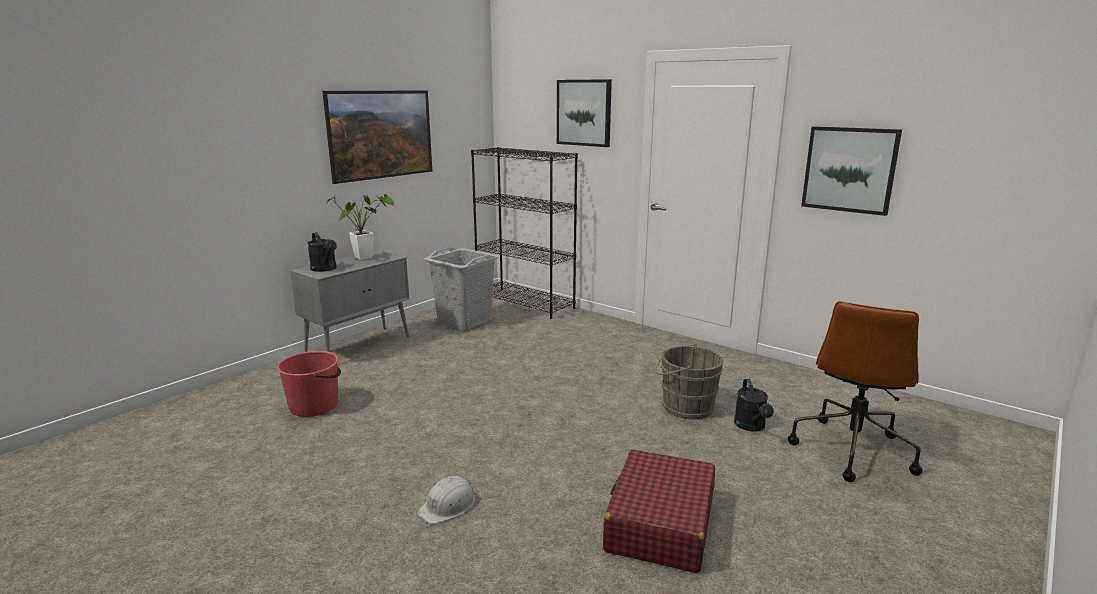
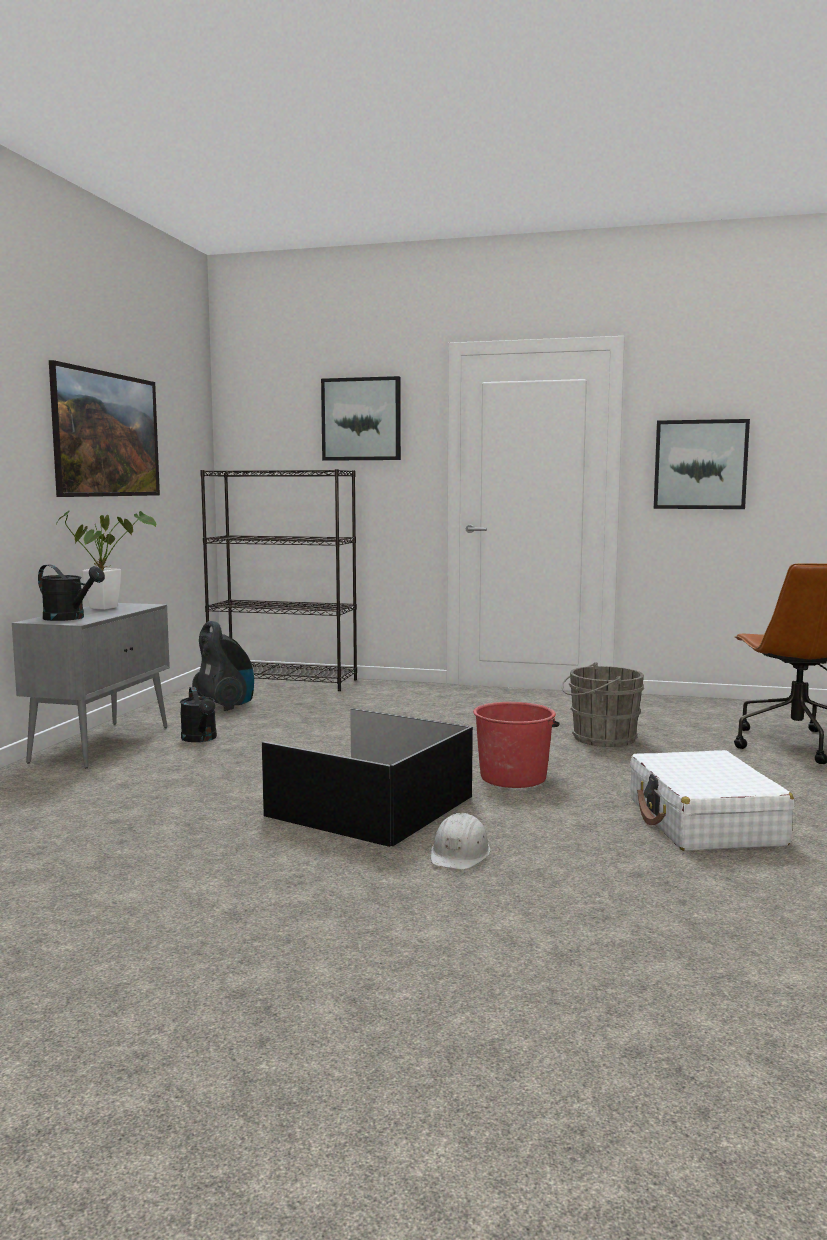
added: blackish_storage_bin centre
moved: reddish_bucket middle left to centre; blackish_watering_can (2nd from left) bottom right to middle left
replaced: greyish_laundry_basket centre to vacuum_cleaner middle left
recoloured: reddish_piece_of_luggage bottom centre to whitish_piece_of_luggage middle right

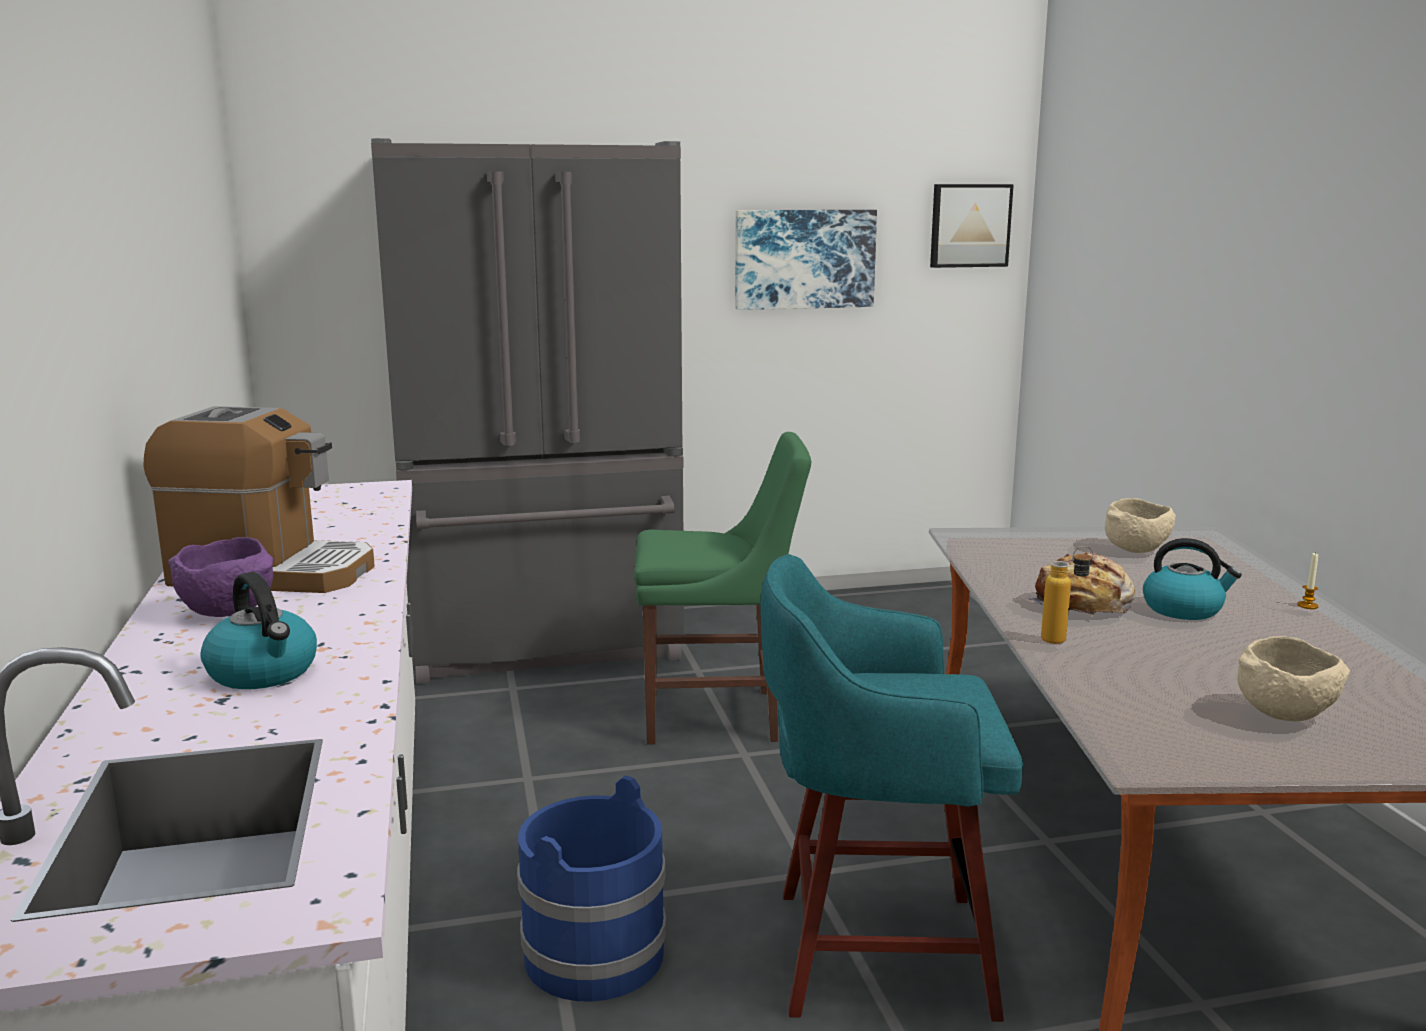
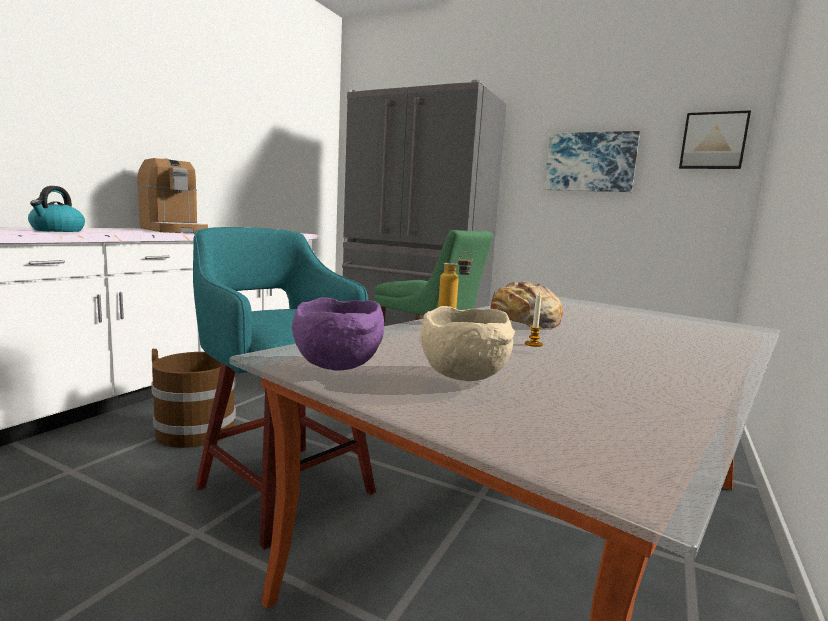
removed: beige-coloured_bowl (1st from left) middle right; water_kettle (2nd from left) middle right
moved: purple_bowl middle left to centre; candle middle right to centre
recoloured: blue_bucket bottom centre to brown_bucket middle left

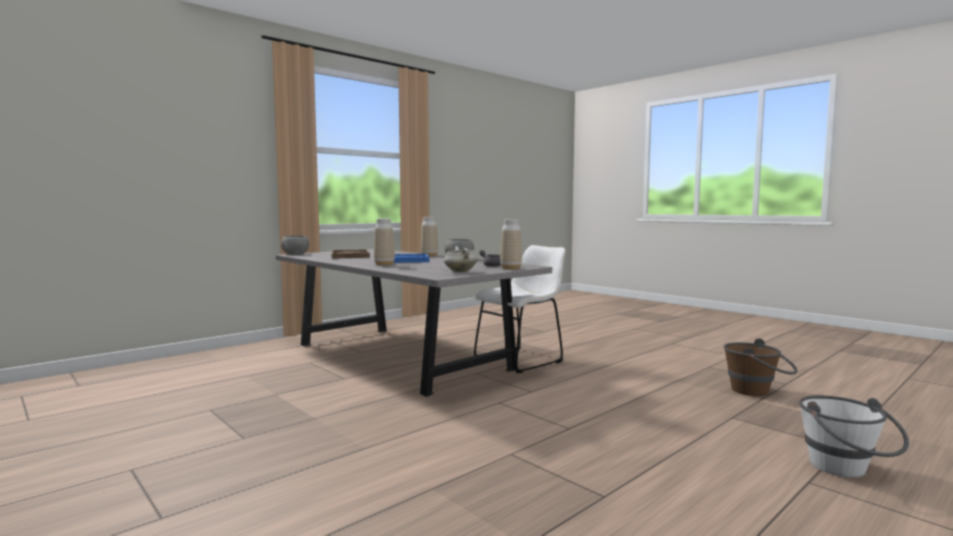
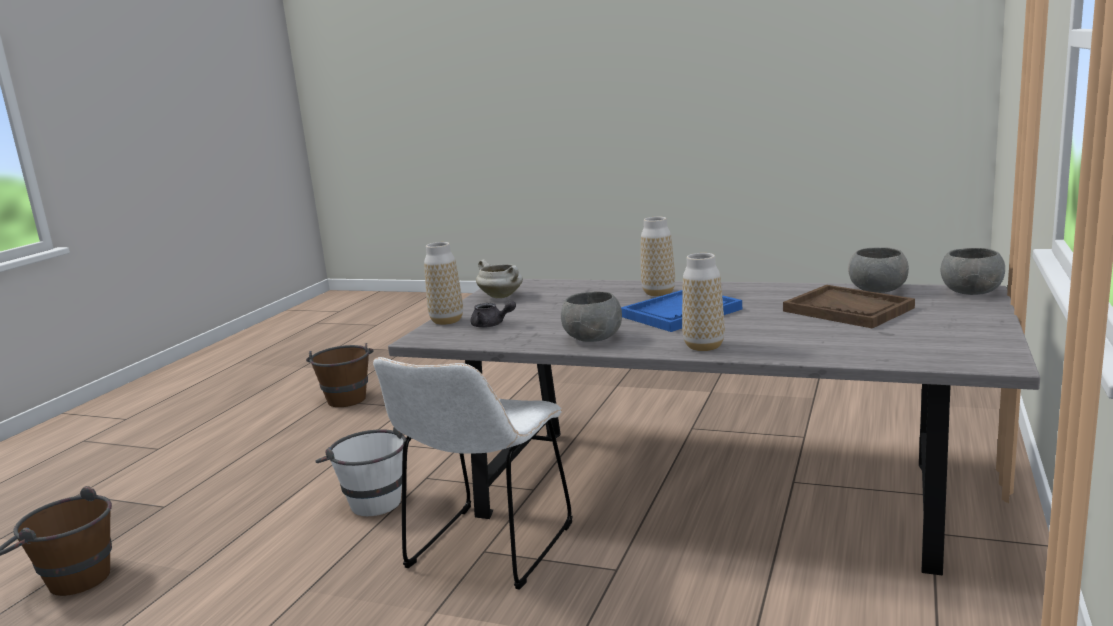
added: brown_bucket (2nd from left) middle left; greyish_bowl (2nd from left) middle right
moved: whitish_bucket bottom right to bottom left

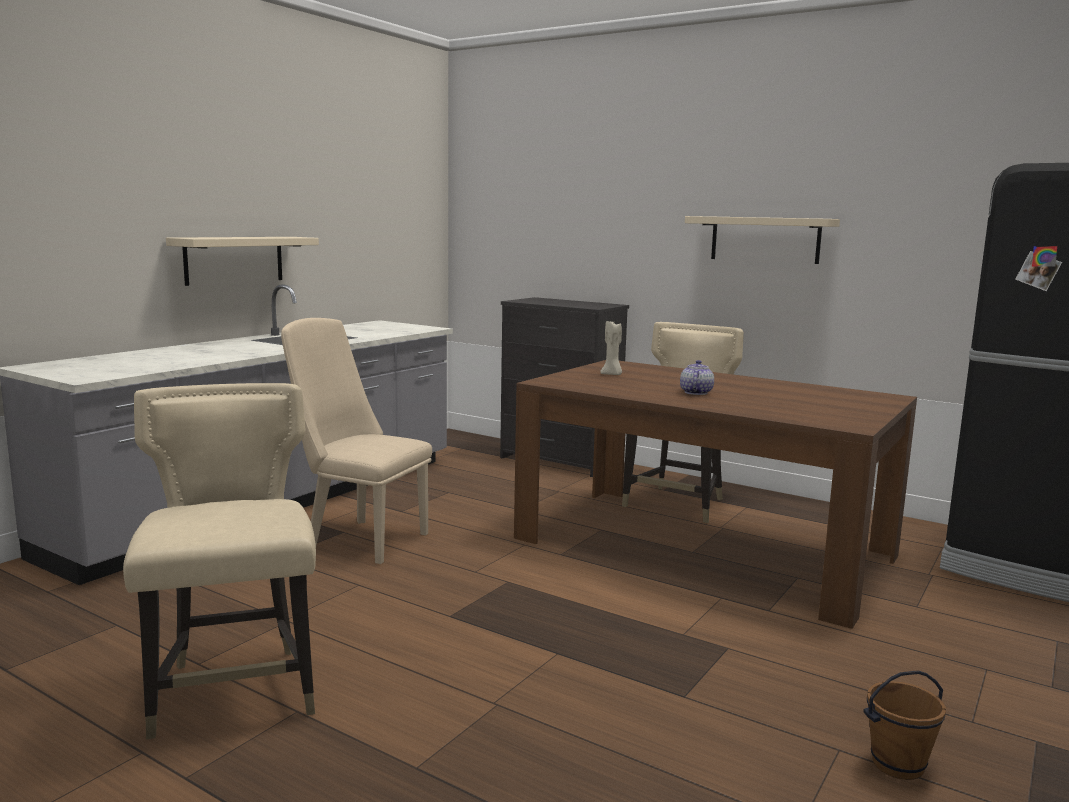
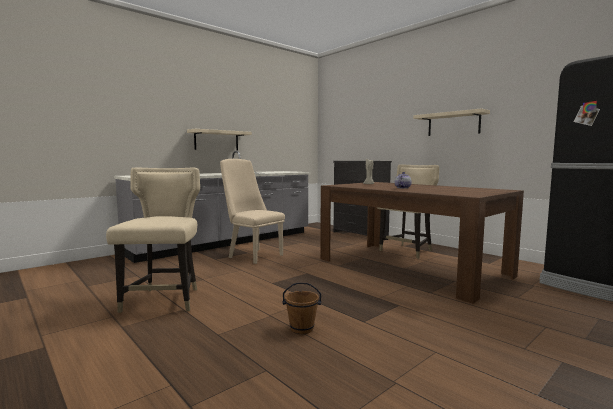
moved: brown_bucket bottom right to bottom centre

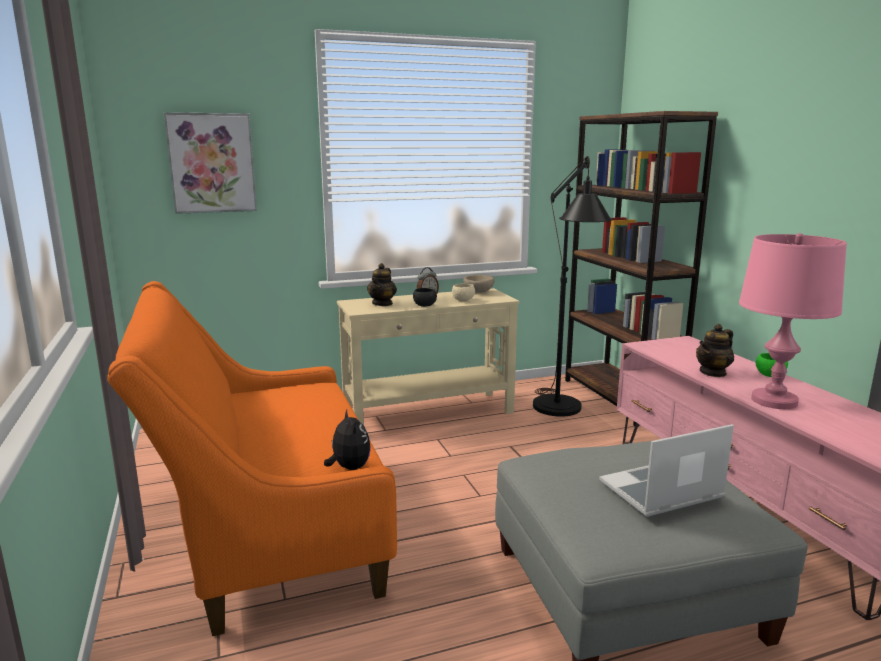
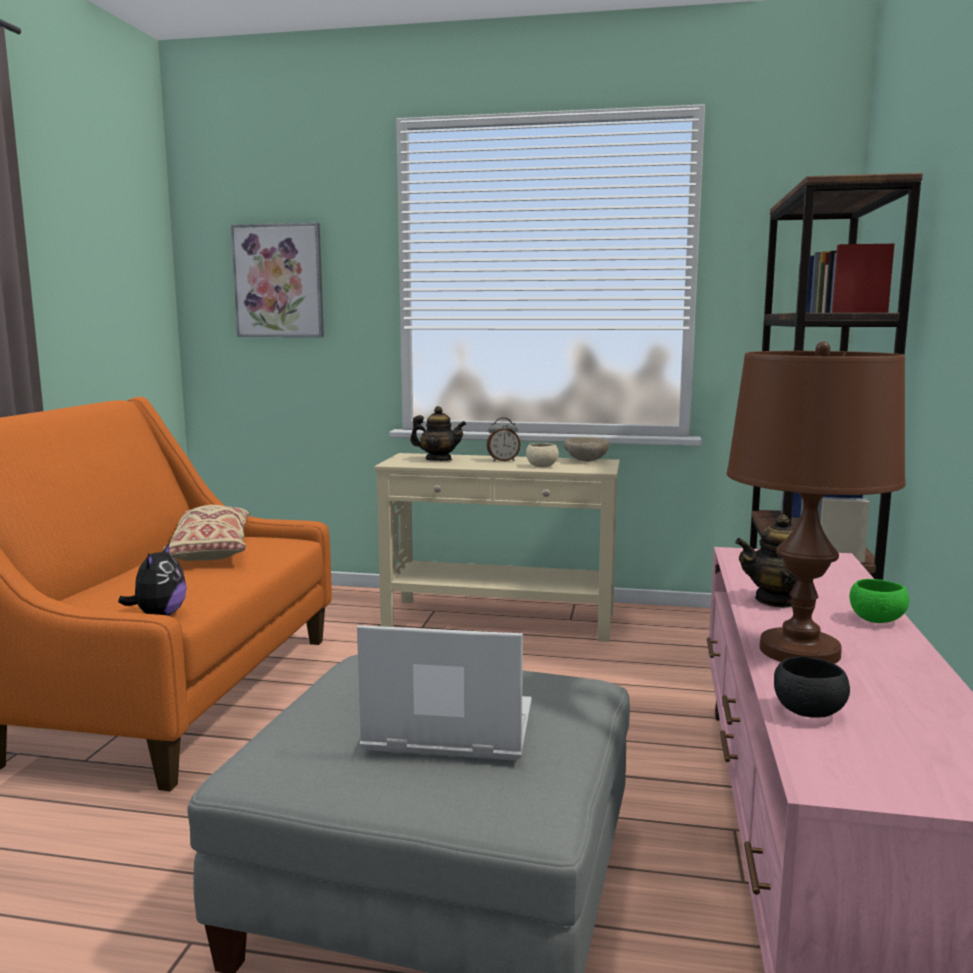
removed: blackish_floor_lamp centre
added: beige-coloured_throw_pillow middle left
moved: blackish_bowl centre to bottom right
recoloured: pinkish_tabletop_lamp middle right to brown_tabletop_lamp middle right
turned: pot_for_tea (1st from left) centre = centre 120 degrees counterclockwise

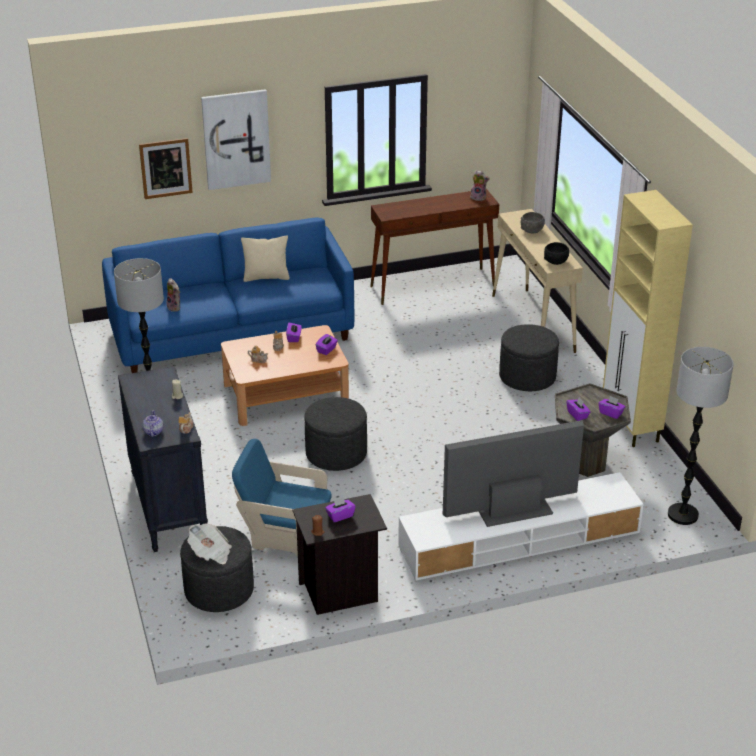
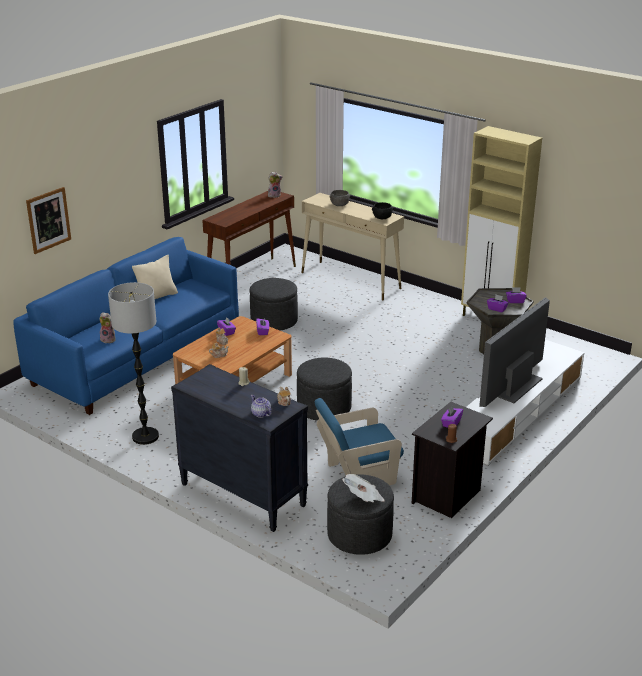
removed: wall_picture (2nd from left) top left; floor_lamp (2nd from left) middle right
moved: greyish_pouffe (3rd from left in the first image) middle right to greyish_pouffe (1st from left) centre

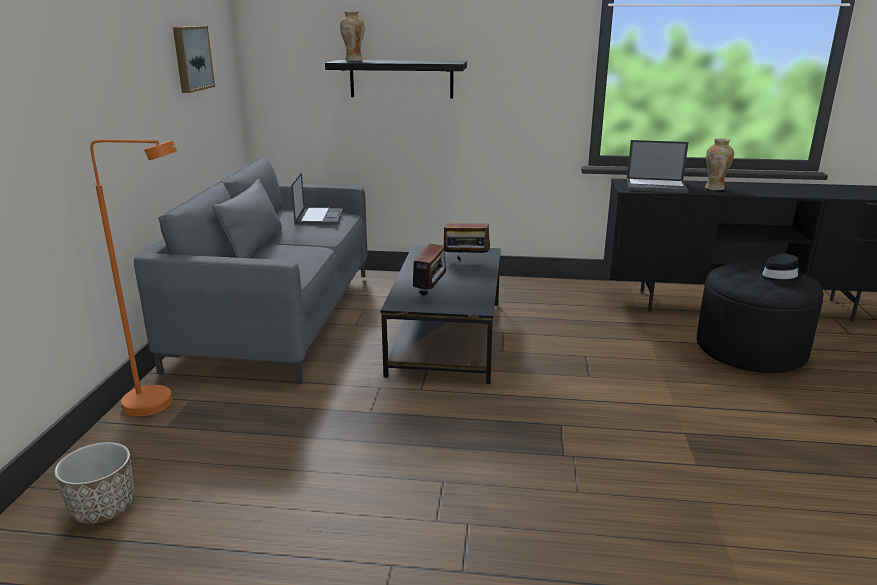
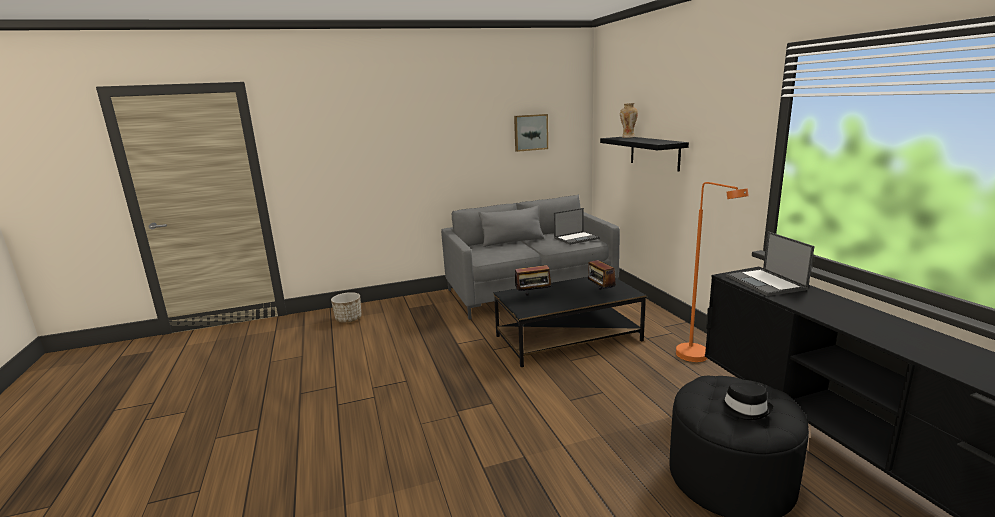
removed: flower_vase (2nd from left) top right
moved: orange_floor_lamp middle left to middle right

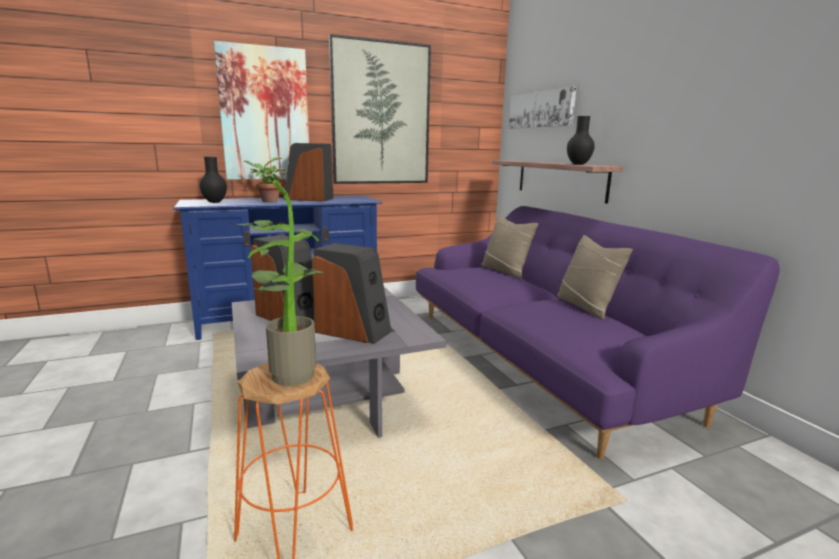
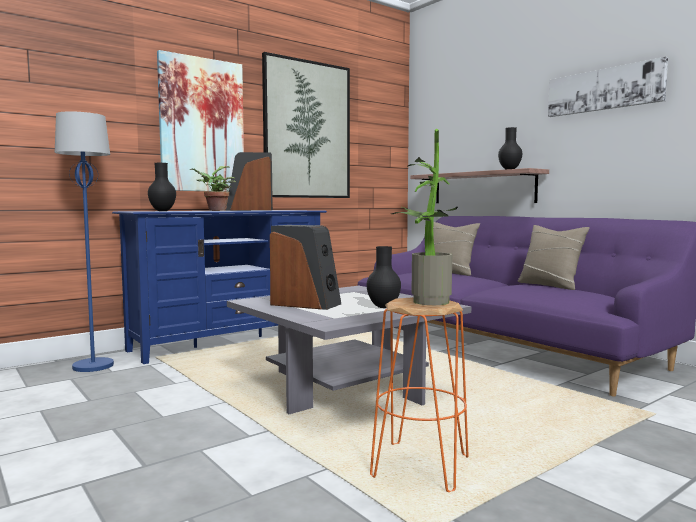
added: blue_floor_lamp middle left
moved: wall_picture (3rd from left) top centre to top right
replaced: audio_speaker (3rd from left) centre to blackish_flower_vase (2nd from left) centre

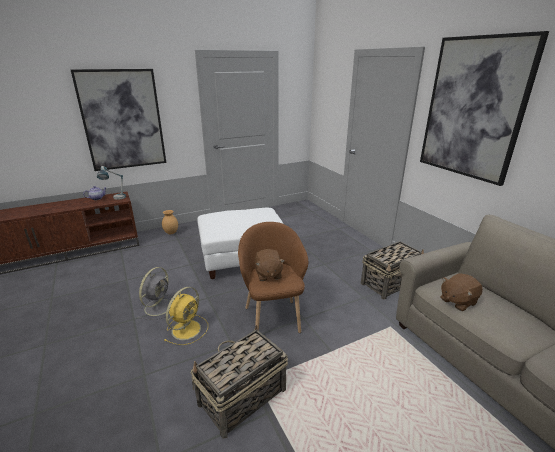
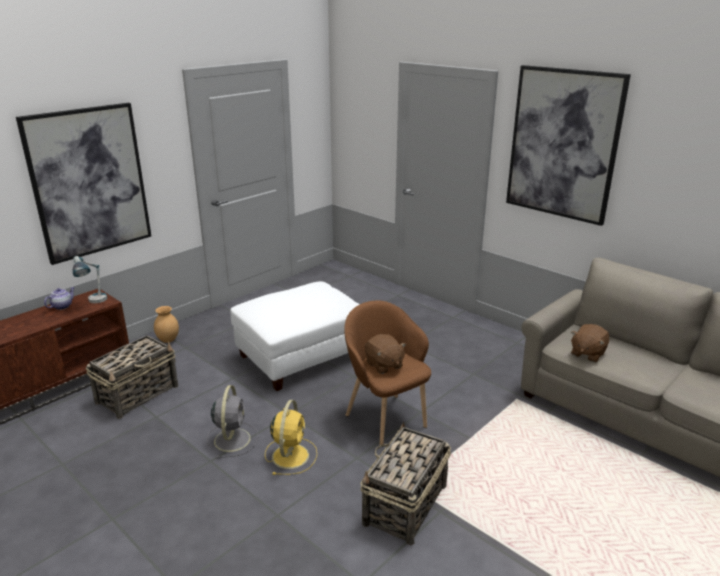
moved: storage_basket (2nd from left in the first image) middle right to storage_basket (1st from left) middle left

